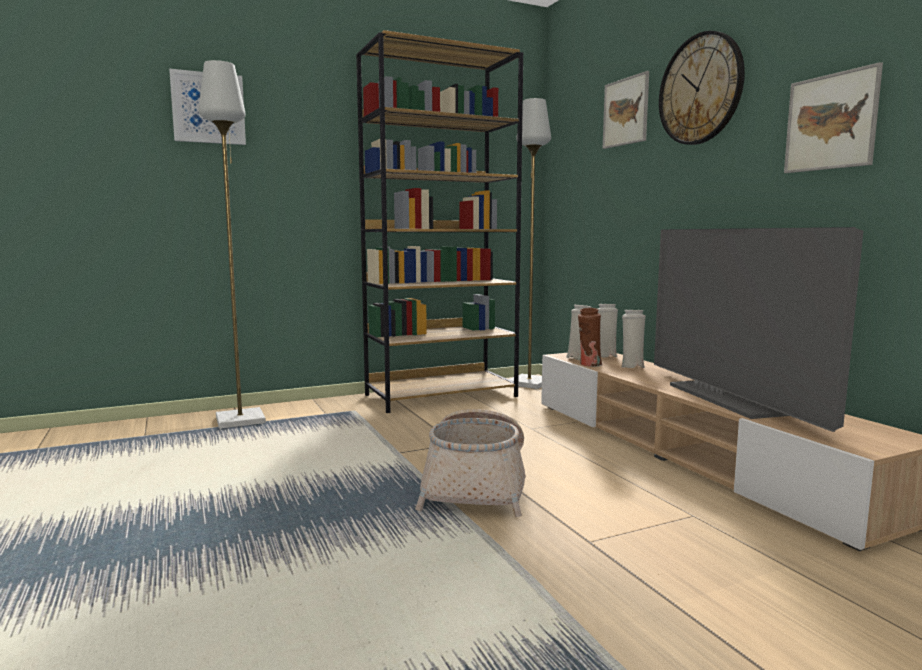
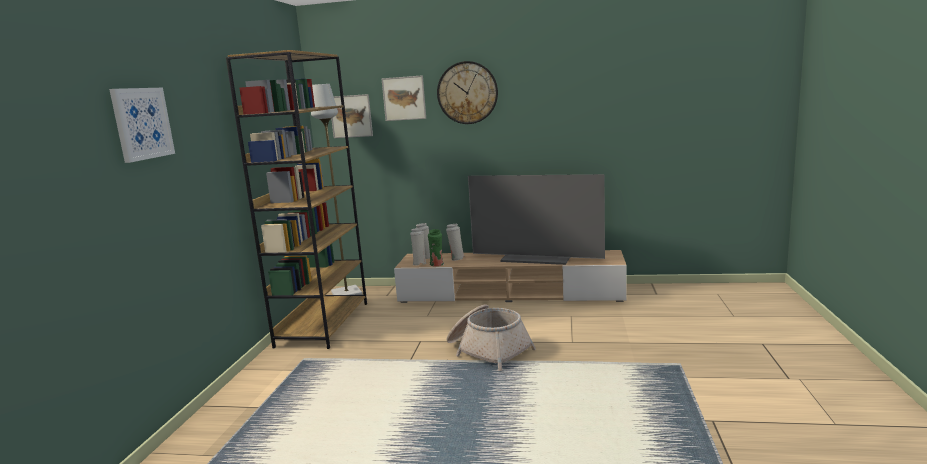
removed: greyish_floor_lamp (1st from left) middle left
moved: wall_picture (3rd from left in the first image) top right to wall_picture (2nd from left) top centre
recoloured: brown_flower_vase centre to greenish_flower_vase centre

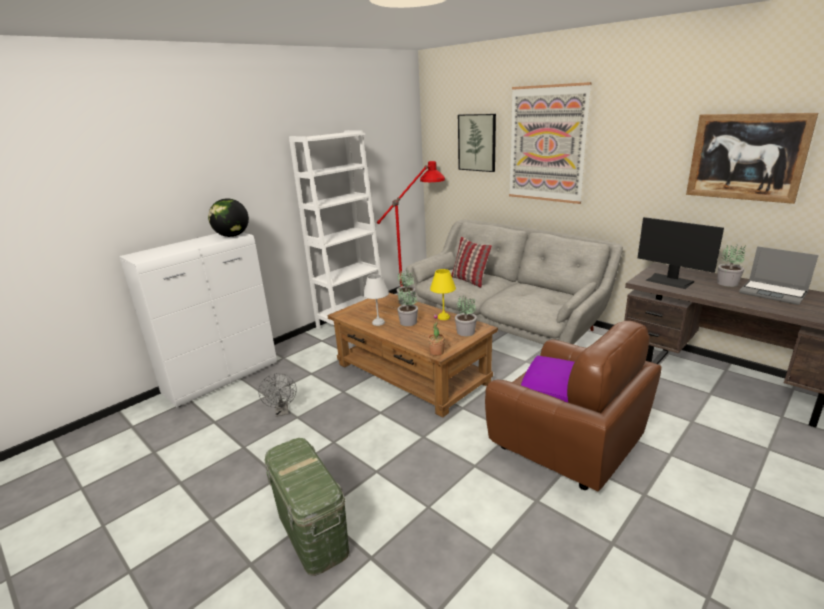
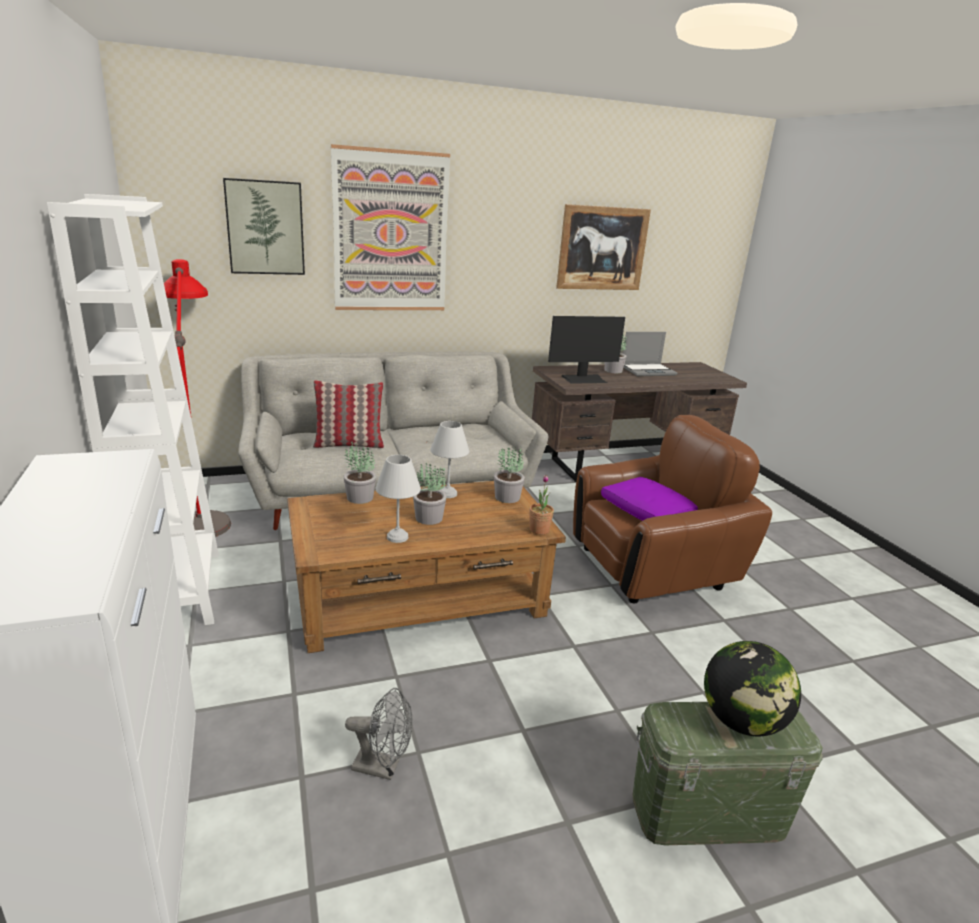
moved: desk_globe middle left to bottom right
recoloured: yellow_tabletop_lamp centre to whitish_tabletop_lamp (2nd from left) centre

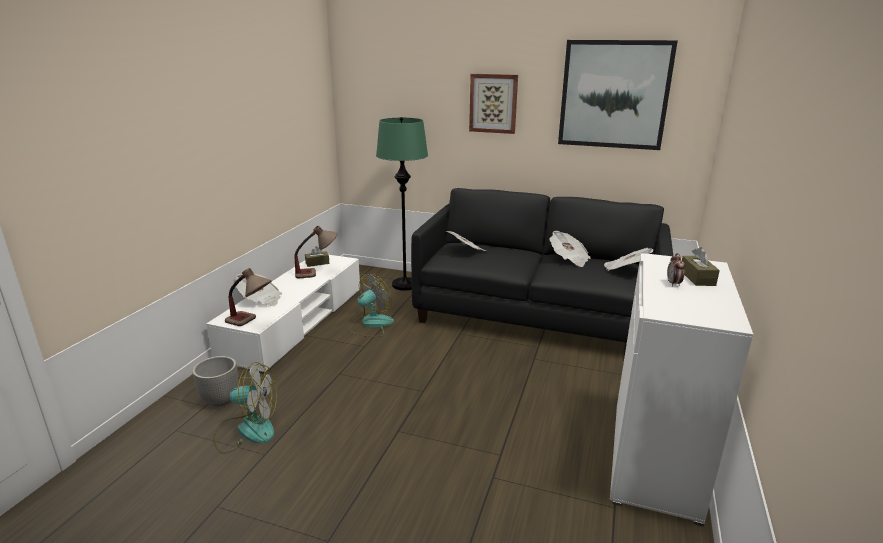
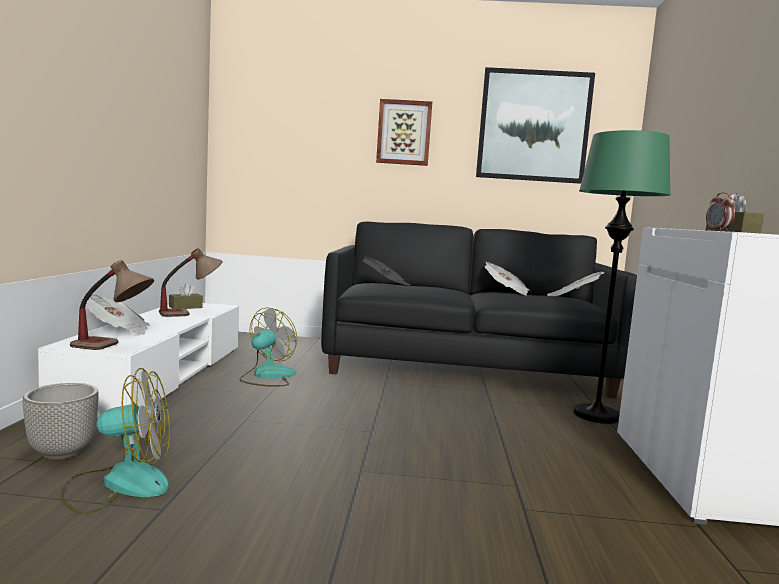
moved: greenish_floor_lamp centre to middle right

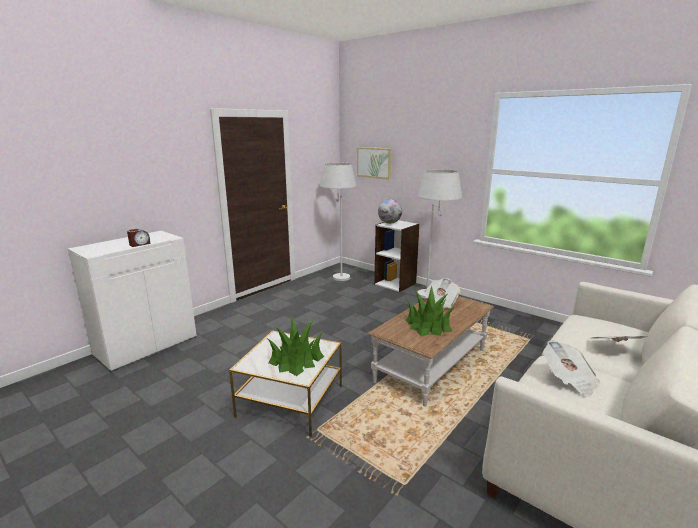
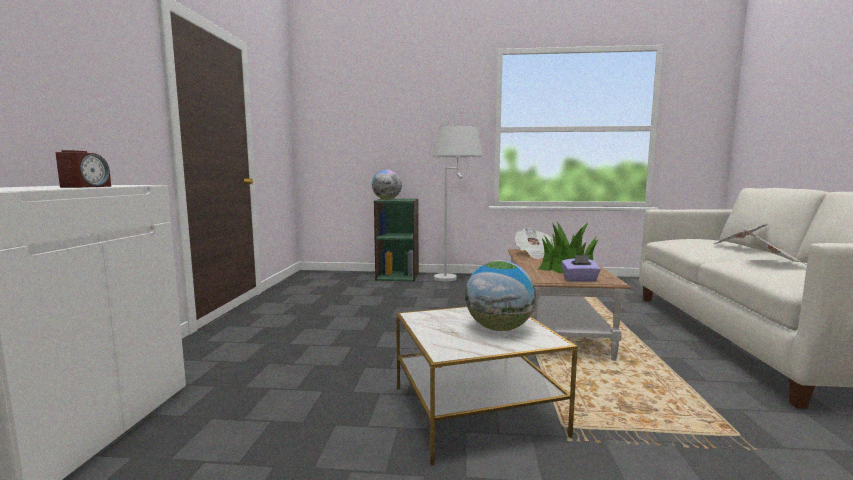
removed: whitish_floor_lamp (1st from left) centre; wall_picture top centre
added: purple_tissue_box middle right
replaced: plant_in_a_pot (1st from left) centre to desk_globe (2nd from left) centre
recoloured: whitish_bookcase centre to greenish_bookcase centre

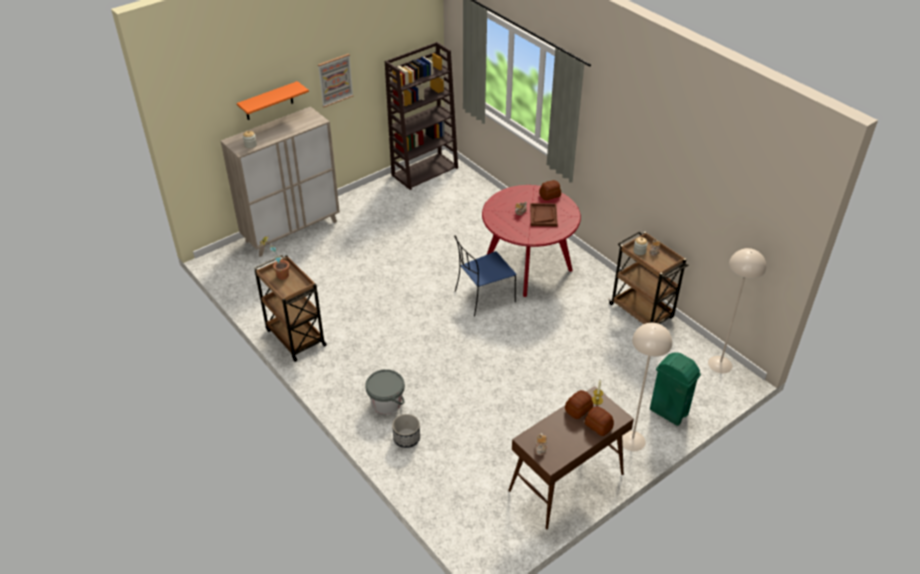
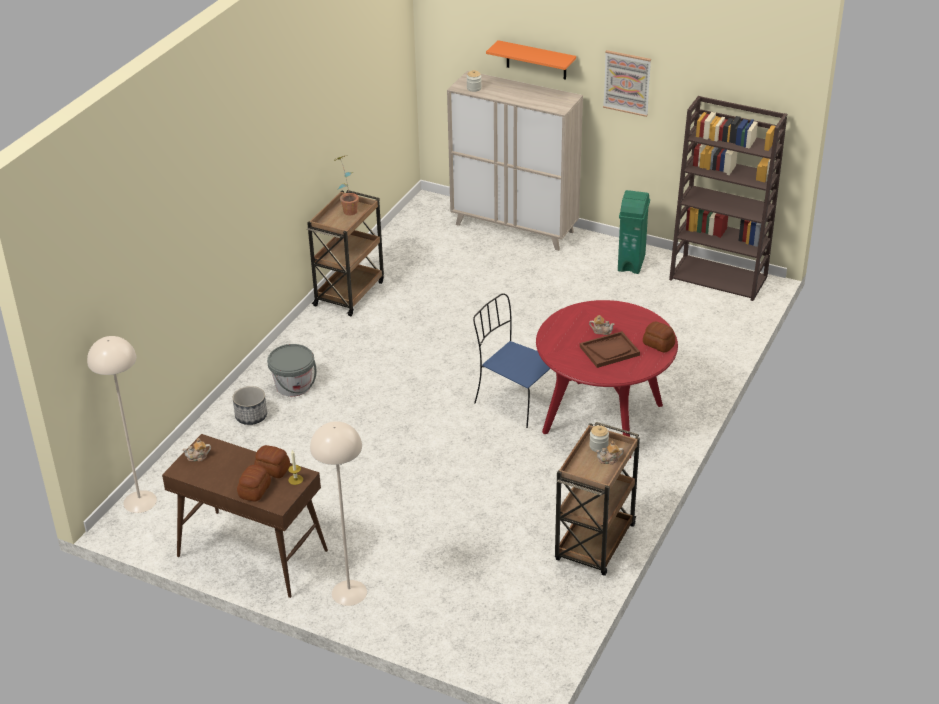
moved: greenish_rubbish_bin bottom right to top right; beige-coloured_floor_lamp (2nd from left in the first image) middle right to beige-coloured_floor_lamp (1st from left) middle left

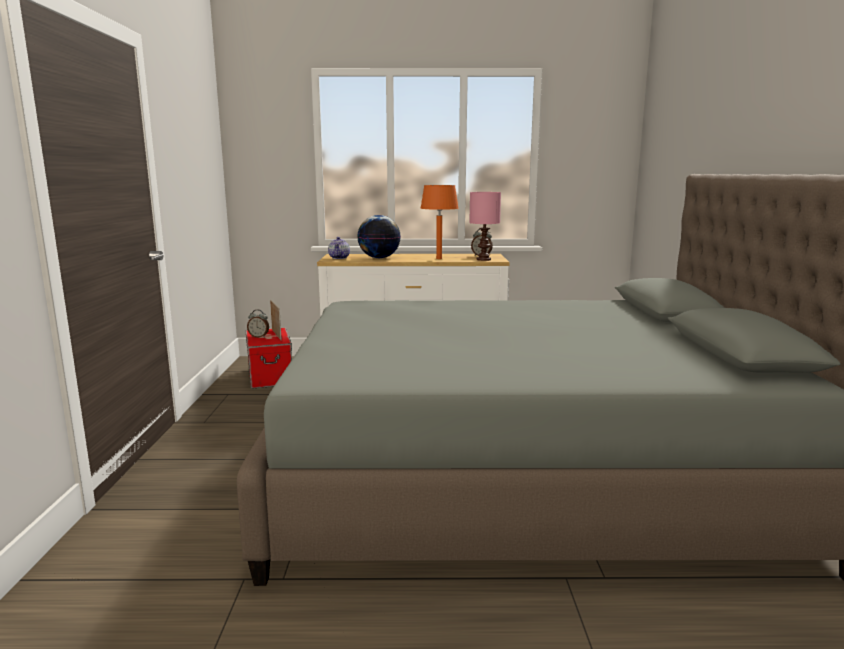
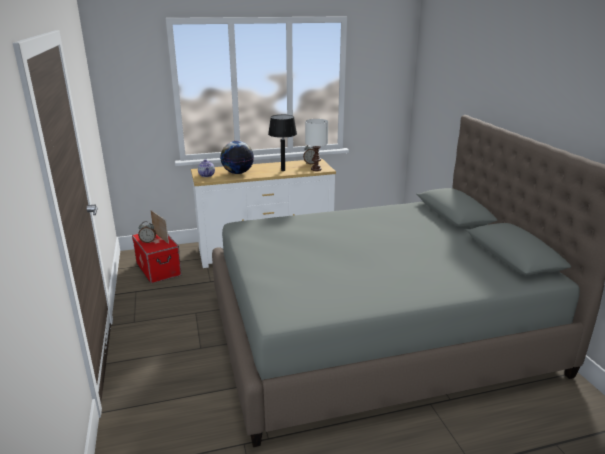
recoloured: orange_tabletop_lamp centre to blackish_tabletop_lamp top centre; pinkish_tabletop_lamp centre to whitish_tabletop_lamp top centre

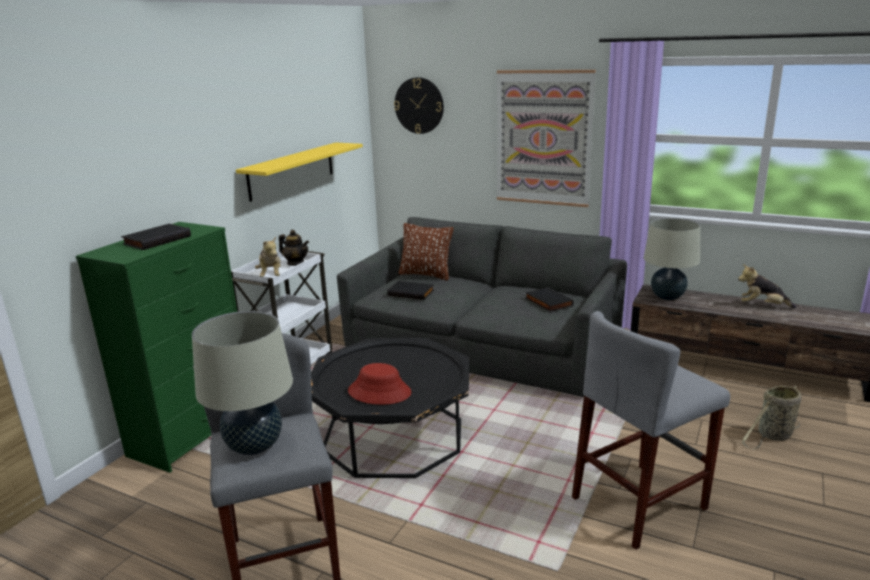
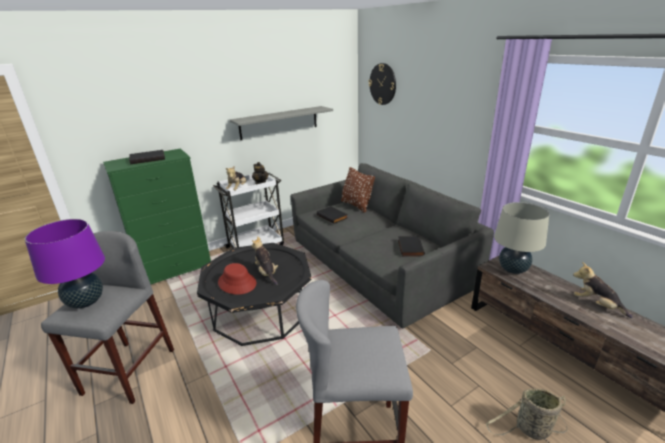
removed: wall_picture top centre
added: cuddly_toy (2nd from left) centre
recoloured: beige-coloured_tabletop_lamp (1st from left) middle left to purple_tabletop_lamp middle left; yellow_wall_shelf top centre to greyish_wall_shelf top centre

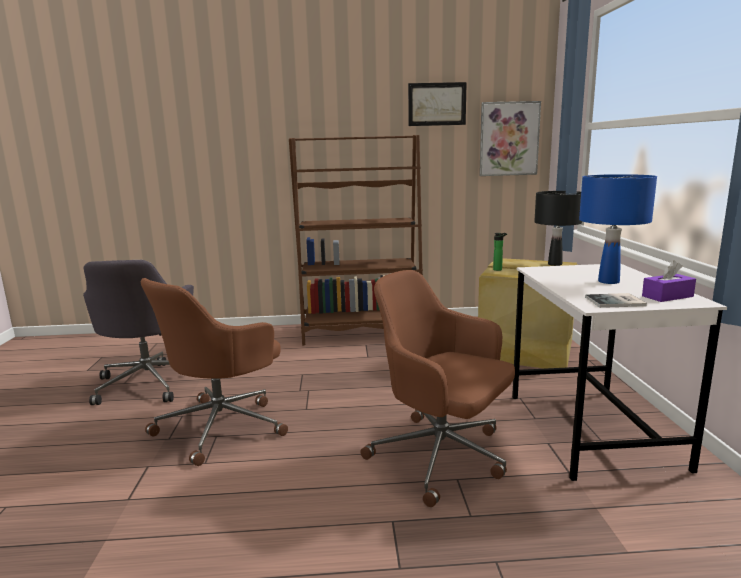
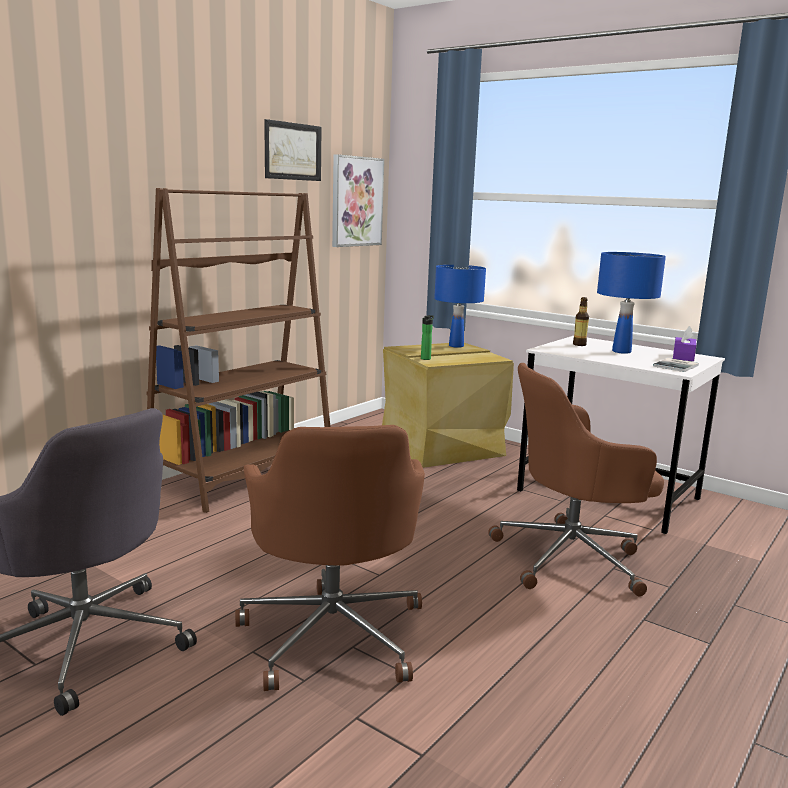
added: bottle (2nd from left) middle right
recoloured: blackish_tabletop_lamp middle right to blue_tabletop_lamp (1st from left) centre

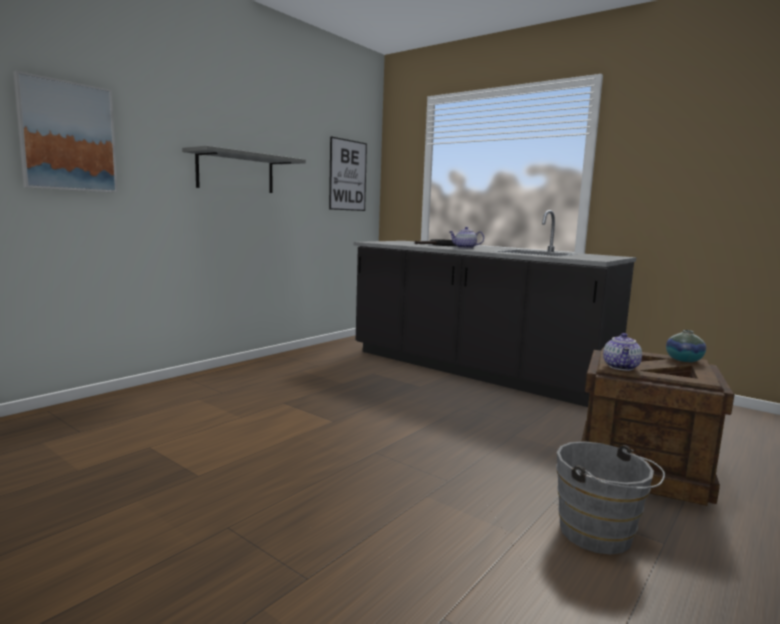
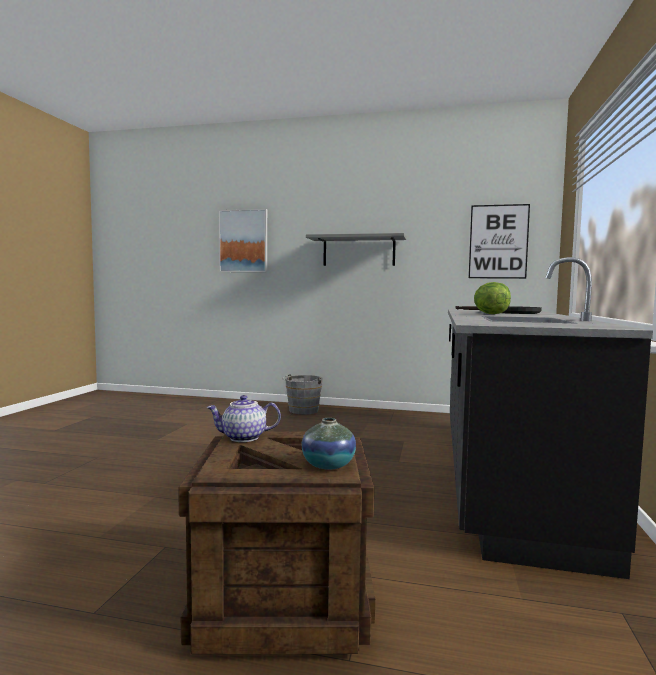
moved: greyish_bucket bottom right to centre
replaced: pot_for_tea (1st from left) centre to lettuce_head middle right

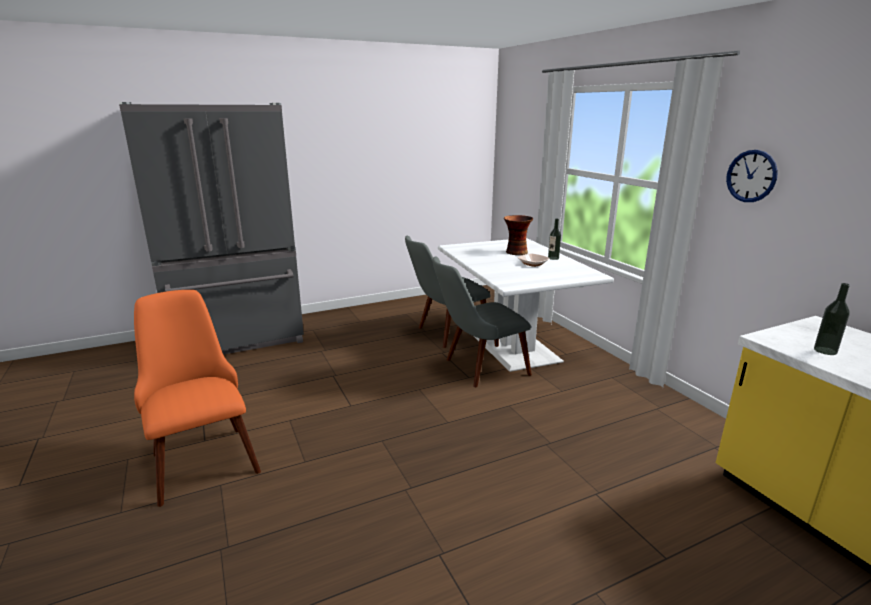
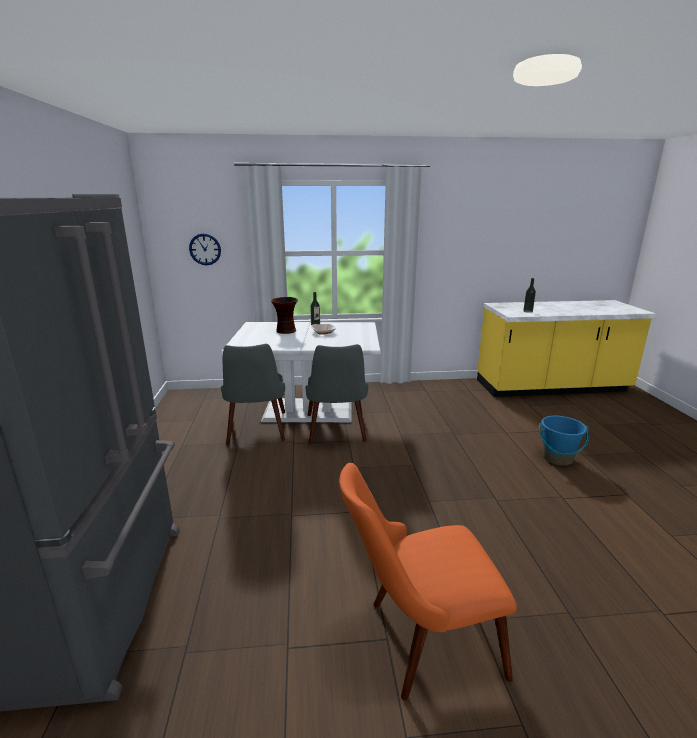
added: blue_bucket middle right
moved: hanging_clock top right to middle left

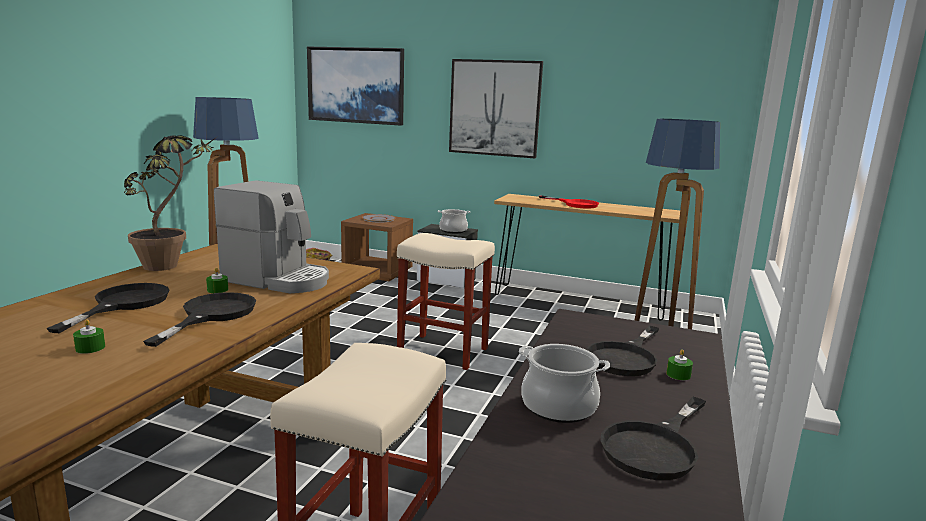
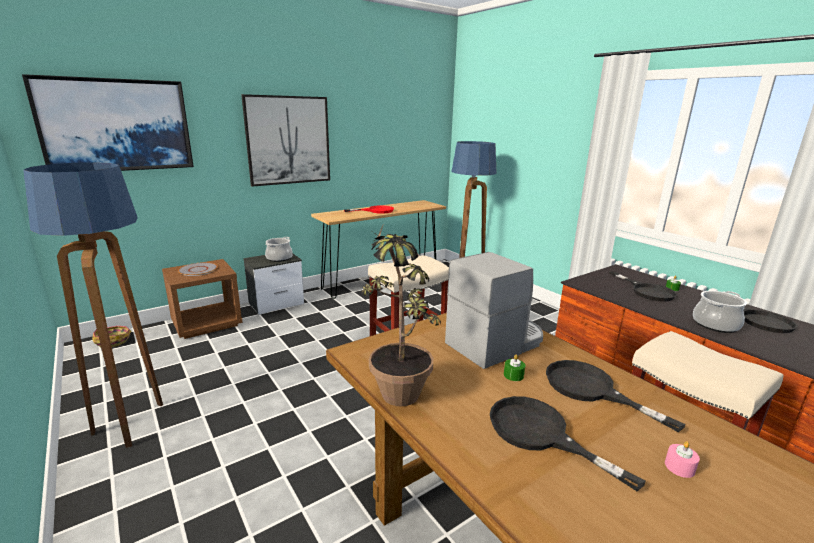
recoloured: greenish_candle (1st from left) middle left to pinkish_candle bottom right

